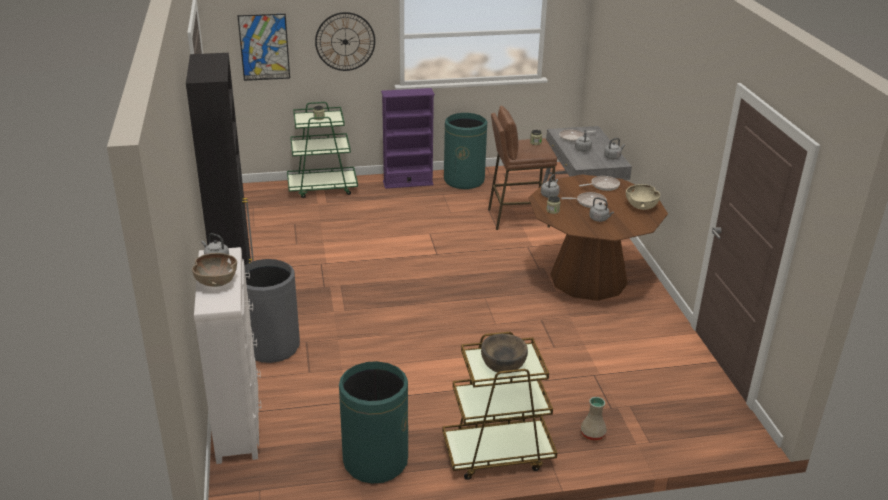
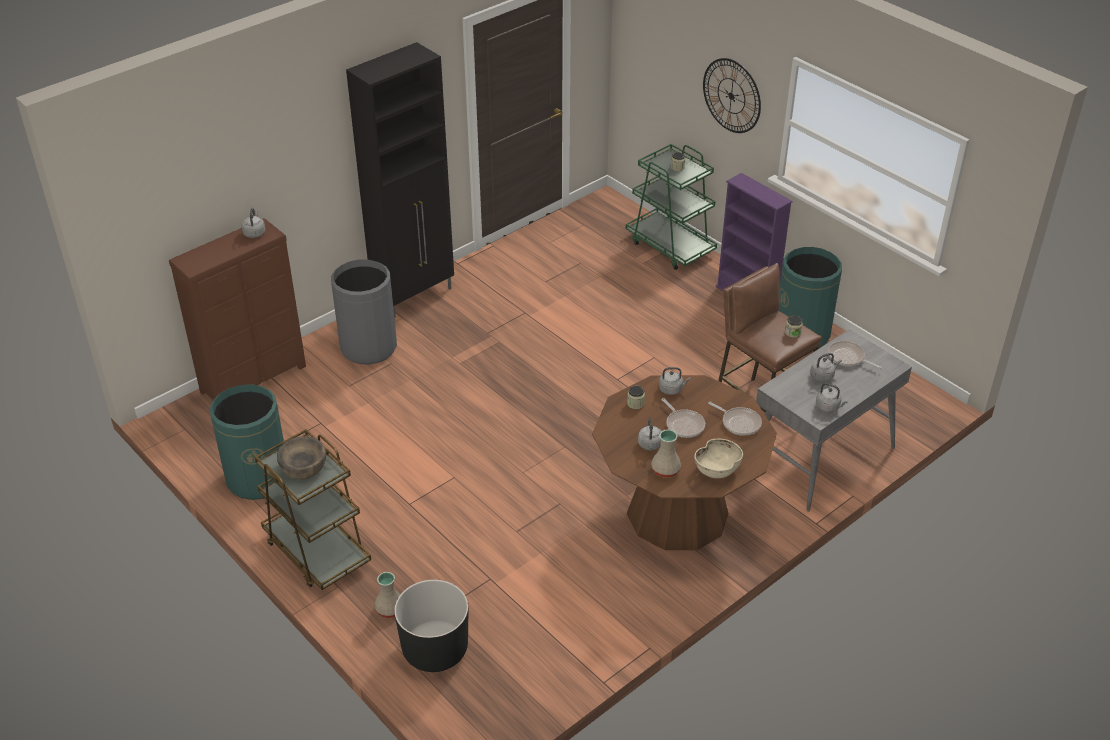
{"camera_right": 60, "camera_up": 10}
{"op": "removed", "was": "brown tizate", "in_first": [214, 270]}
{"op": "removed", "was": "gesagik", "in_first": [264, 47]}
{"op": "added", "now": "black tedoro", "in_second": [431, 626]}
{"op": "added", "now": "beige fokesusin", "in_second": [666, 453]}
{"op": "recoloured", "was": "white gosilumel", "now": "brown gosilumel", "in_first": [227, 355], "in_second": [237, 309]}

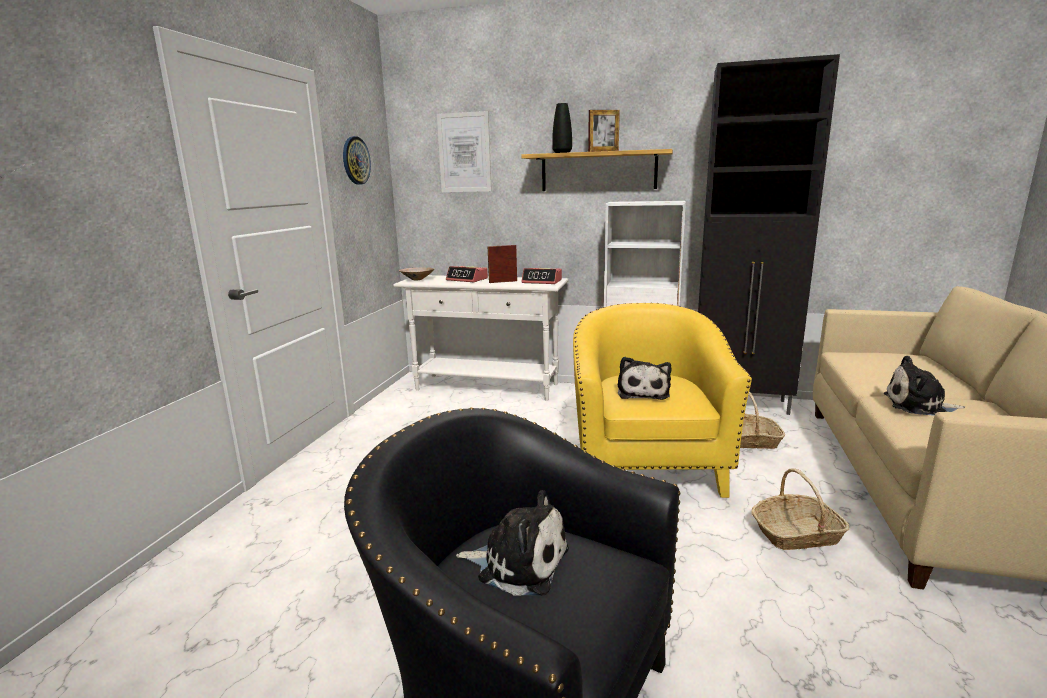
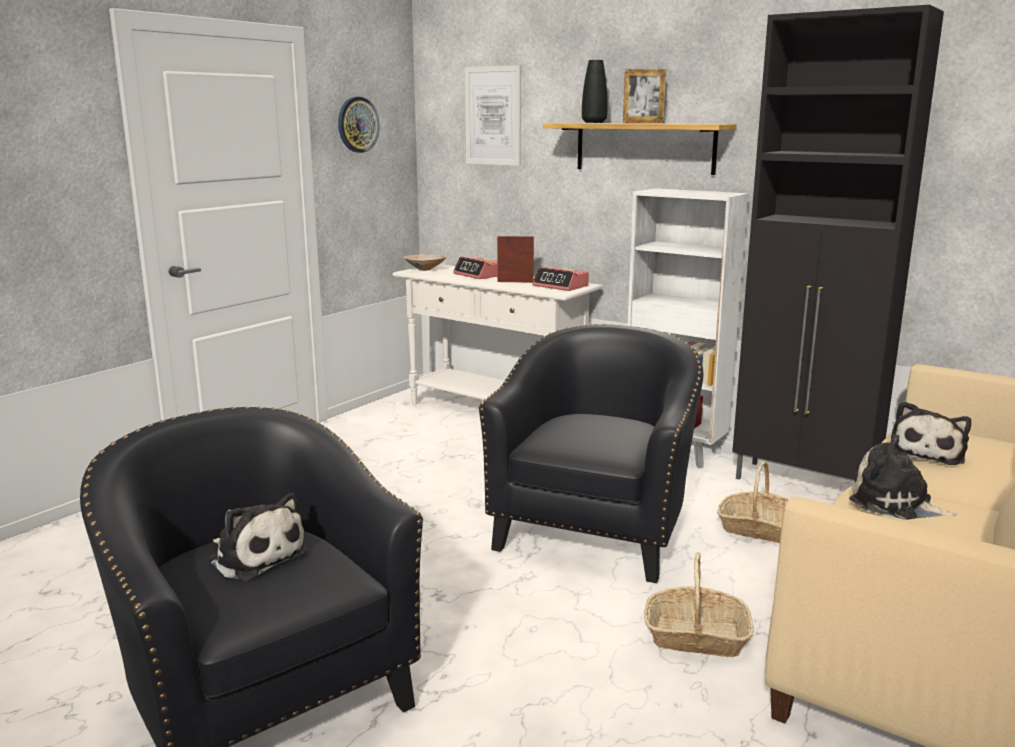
{"camera_right": 20, "camera_up": 0}
{"op": "moved", "was": "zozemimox", "in_first": [644, 378], "in_second": [931, 433]}
{"op": "recoloured", "was": "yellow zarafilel", "now": "black zarafilel", "in_first": [662, 400], "in_second": [591, 453]}

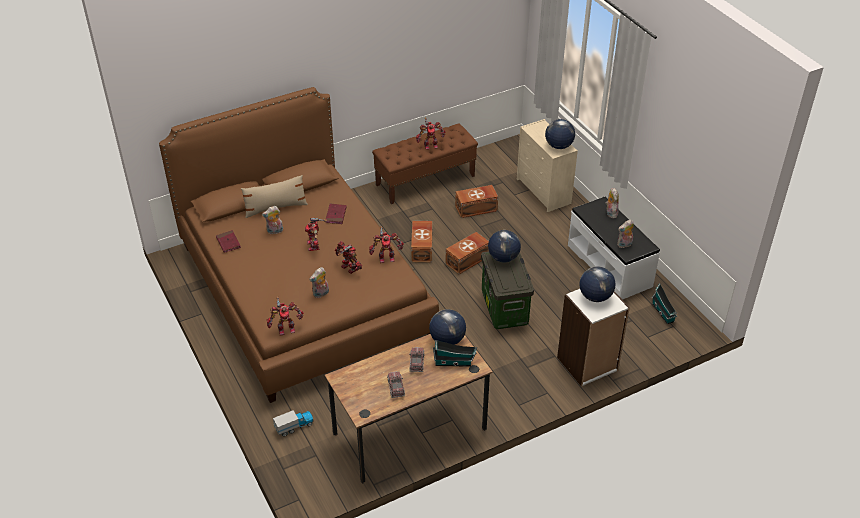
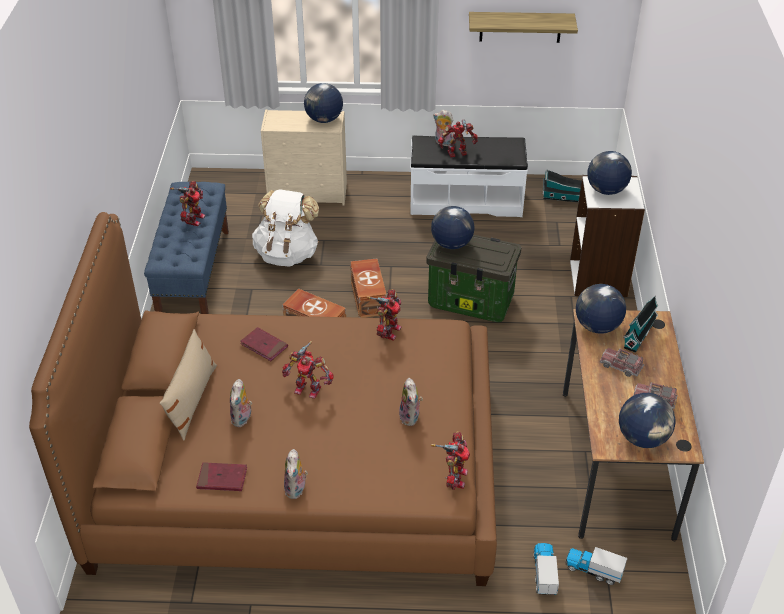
{"camera_right": -60, "camera_up": 0}
{"op": "added", "now": "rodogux", "in_second": [523, 27]}
{"op": "added", "now": "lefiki", "in_second": [596, 566]}
{"op": "added", "now": "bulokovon", "in_second": [647, 420]}
{"op": "moved", "was": "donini", "in_first": [348, 257], "in_second": [458, 138]}
{"op": "moved", "was": "zozemimox", "in_first": [625, 233], "in_second": [296, 474]}
{"op": "replaced", "was": "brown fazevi", "now": "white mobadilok", "in_first": [476, 201], "in_second": [285, 228]}
{"op": "recoloured", "was": "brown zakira", "now": "blue zakira", "in_first": [425, 163], "in_second": [186, 248]}

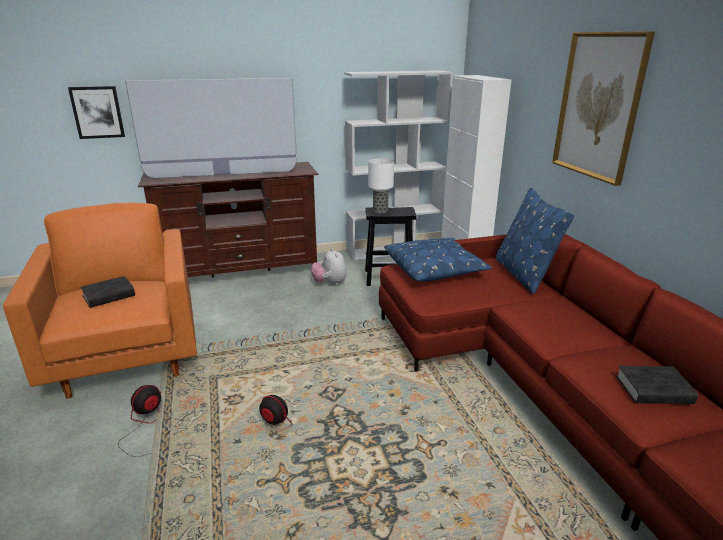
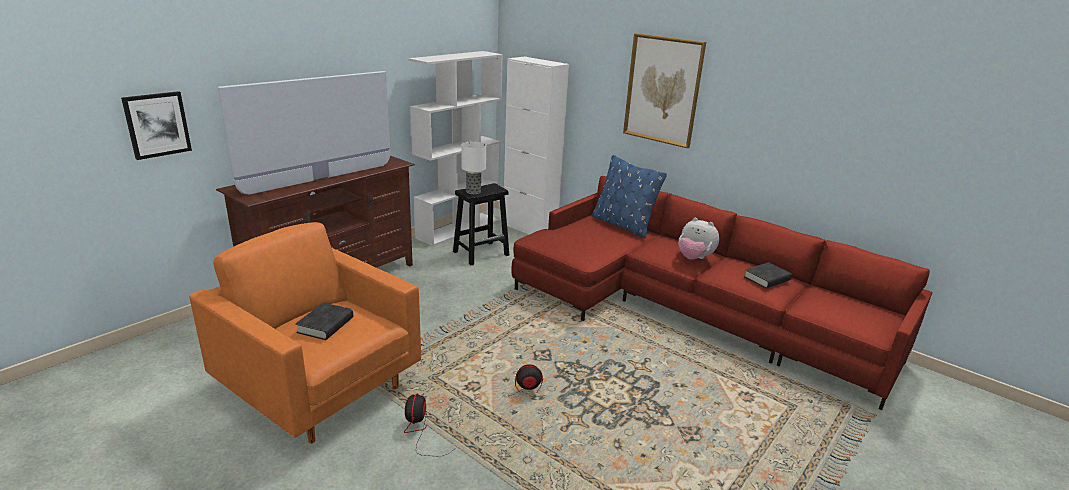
{"camera_right": -35, "camera_up": 0}
{"op": "removed", "was": "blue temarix", "in_first": [438, 260]}
{"op": "moved", "was": "zozemimox", "in_first": [329, 267], "in_second": [698, 239]}

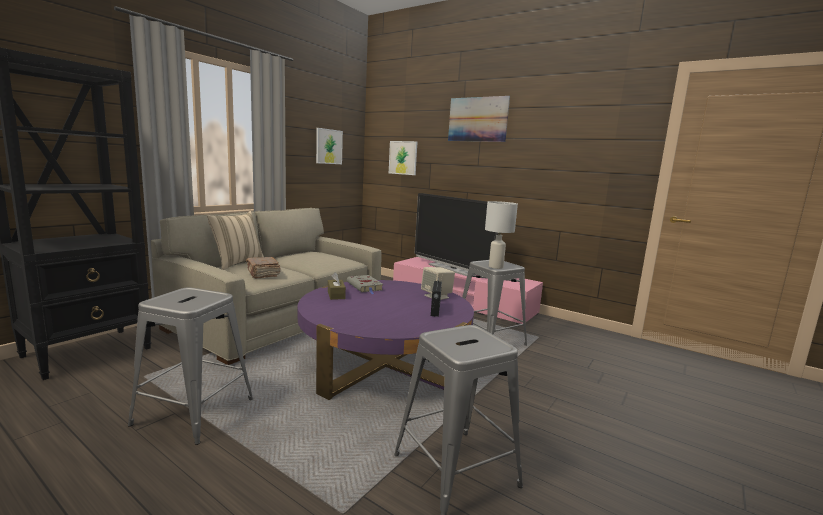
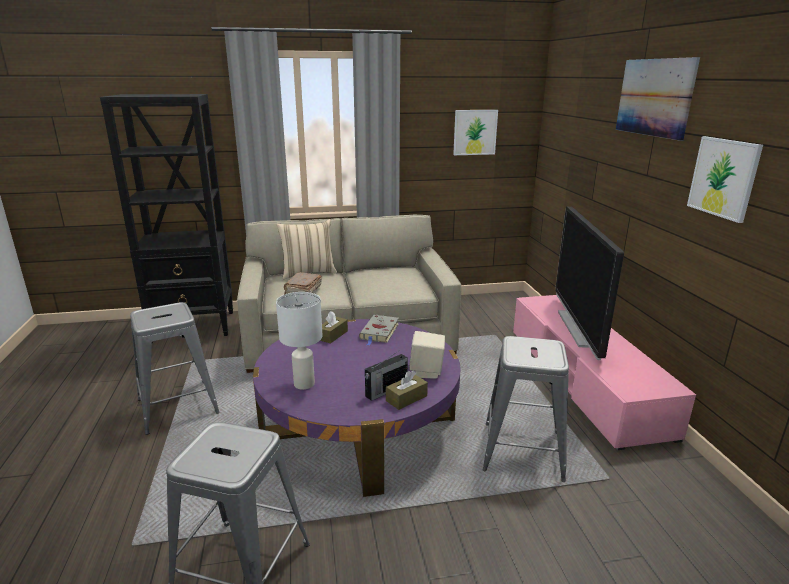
{"camera_right": 45, "camera_up": 10}
{"op": "added", "now": "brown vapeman", "in_second": [407, 390]}
{"op": "moved", "was": "gesagik", "in_first": [403, 158], "in_second": [725, 179]}
{"op": "moved", "was": "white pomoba", "in_first": [501, 235], "in_second": [299, 341]}

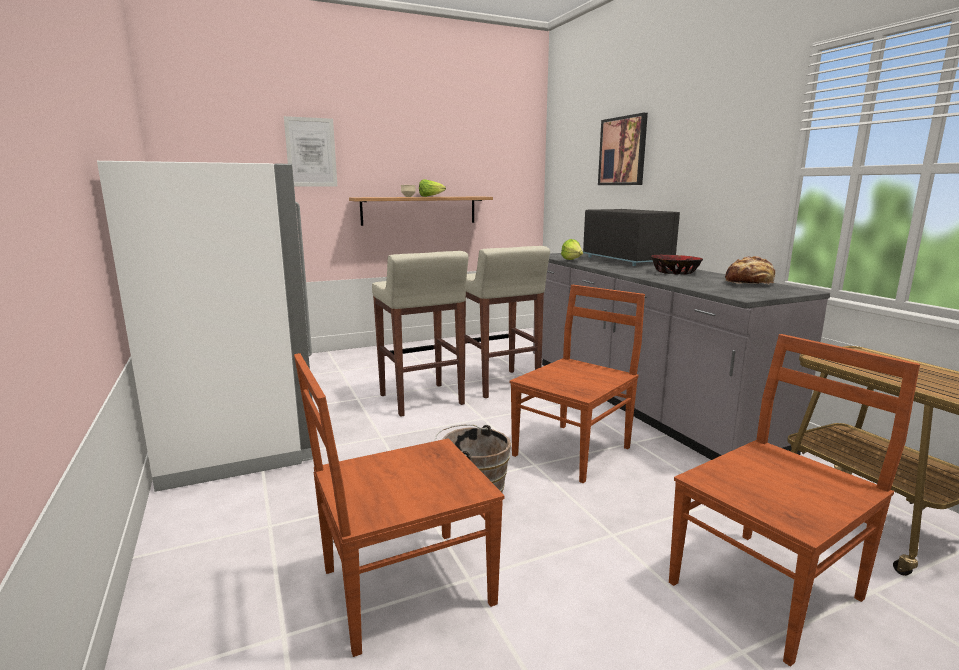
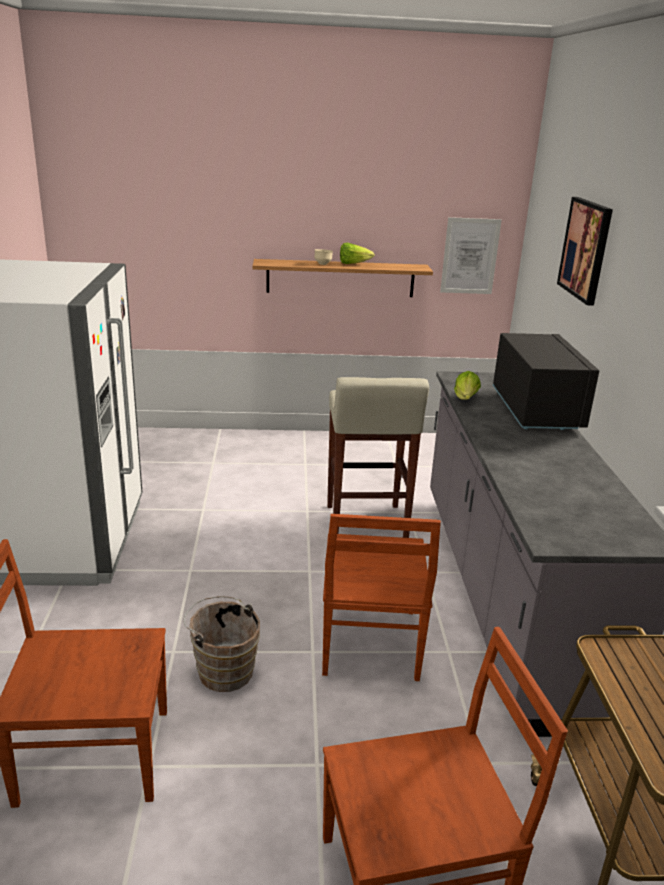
{"camera_right": 20, "camera_up": 10}
{"op": "removed", "was": "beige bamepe", "in_first": [420, 334]}
{"op": "removed", "was": "tizate", "in_first": [677, 265]}
{"op": "removed", "was": "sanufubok", "in_first": [750, 270]}
{"op": "moved", "was": "gesagik", "in_first": [310, 151], "in_second": [471, 255]}
{"op": "turned", "was": "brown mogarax", "in_first": [577, 384], "in_second": [381, 597], "clockwise": 120}

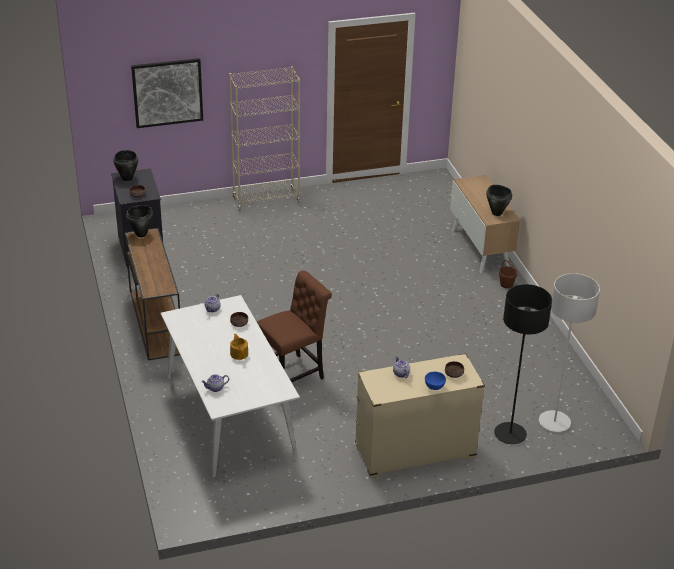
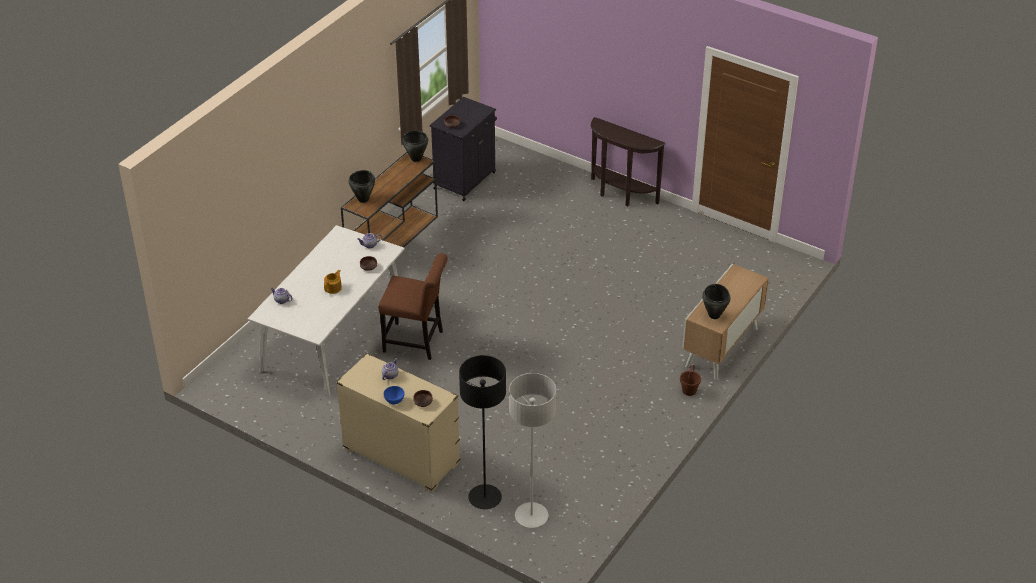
{"camera_right": 50, "camera_up": 5}
{"op": "removed", "was": "gesagik", "in_first": [167, 93]}
{"op": "moved", "was": "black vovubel", "in_first": [125, 165], "in_second": [362, 186]}
{"op": "replaced", "was": "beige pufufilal", "now": "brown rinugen", "in_first": [264, 138], "in_second": [628, 161]}

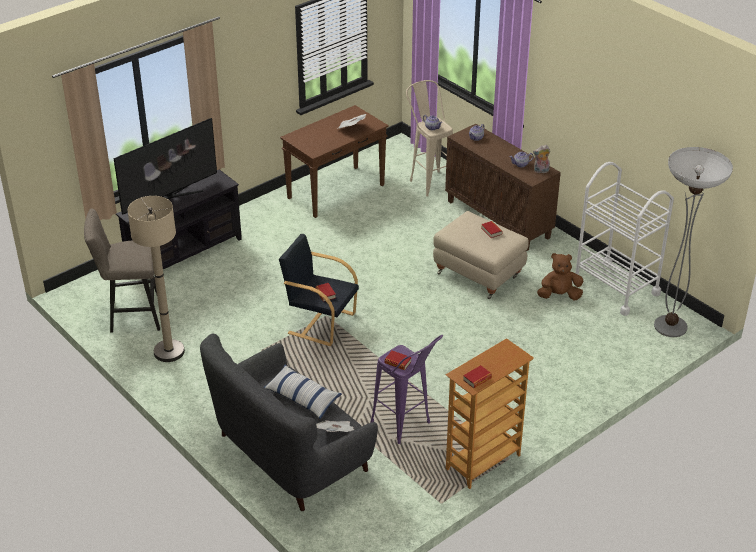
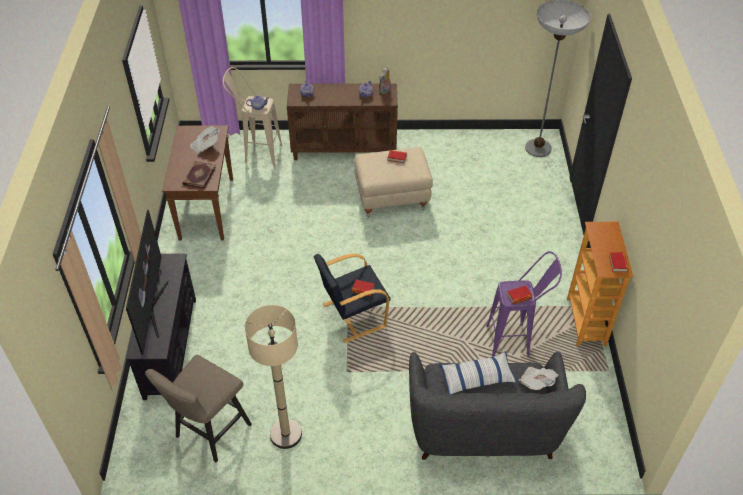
{"camera_right": -50, "camera_up": 10}
{"op": "removed", "was": "brown zozemimox", "in_first": [560, 276]}
{"op": "removed", "was": "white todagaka", "in_first": [623, 239]}
{"op": "added", "now": "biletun", "in_second": [199, 175]}

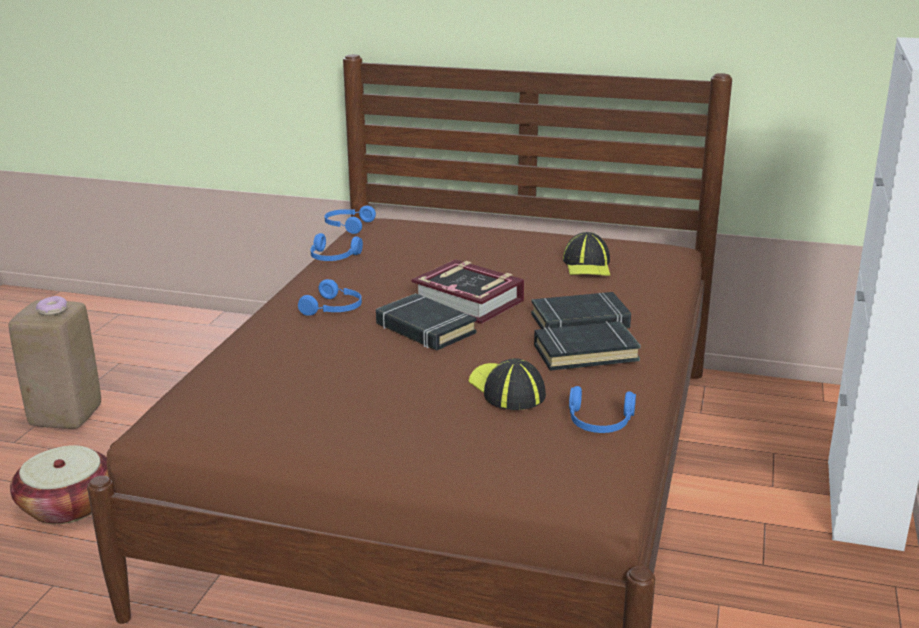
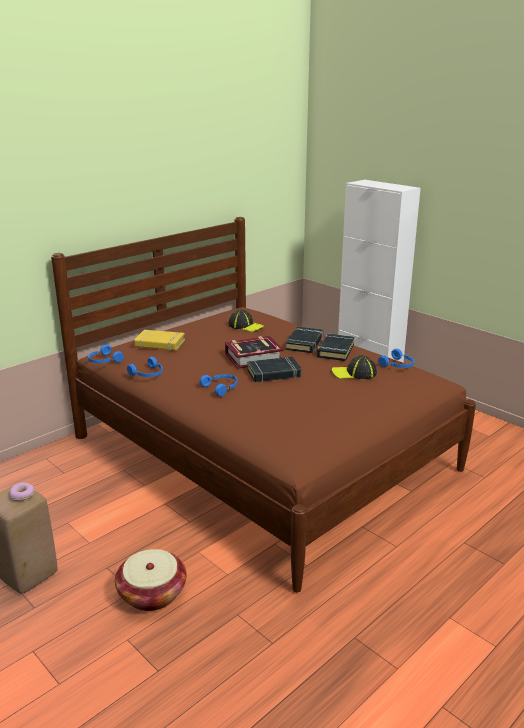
{"camera_right": -60, "camera_up": 0}
{"op": "added", "now": "yellow biletun", "in_second": [159, 340]}

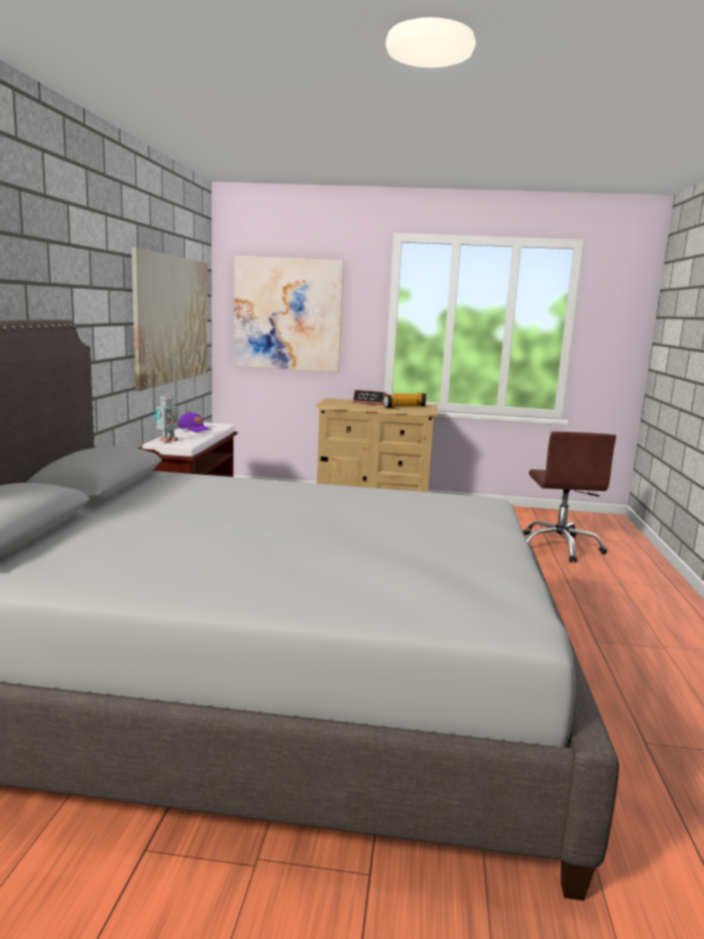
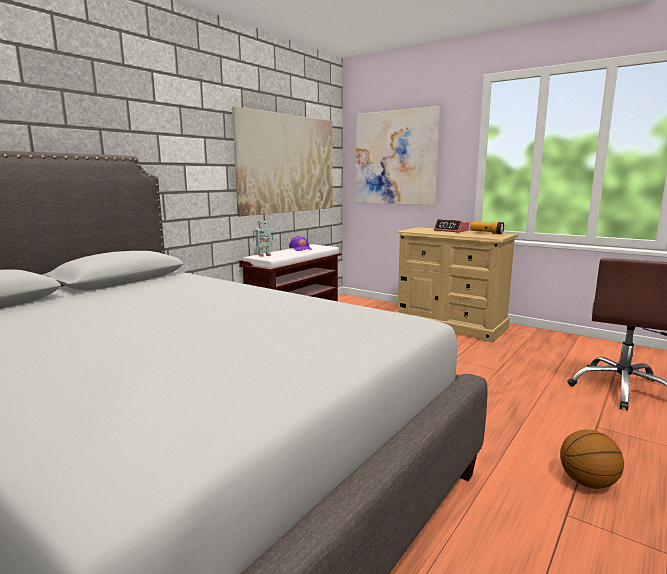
{"camera_right": 30, "camera_up": 0}
{"op": "removed", "was": "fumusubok", "in_first": [400, 401]}
{"op": "added", "now": "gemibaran", "in_second": [592, 459]}

